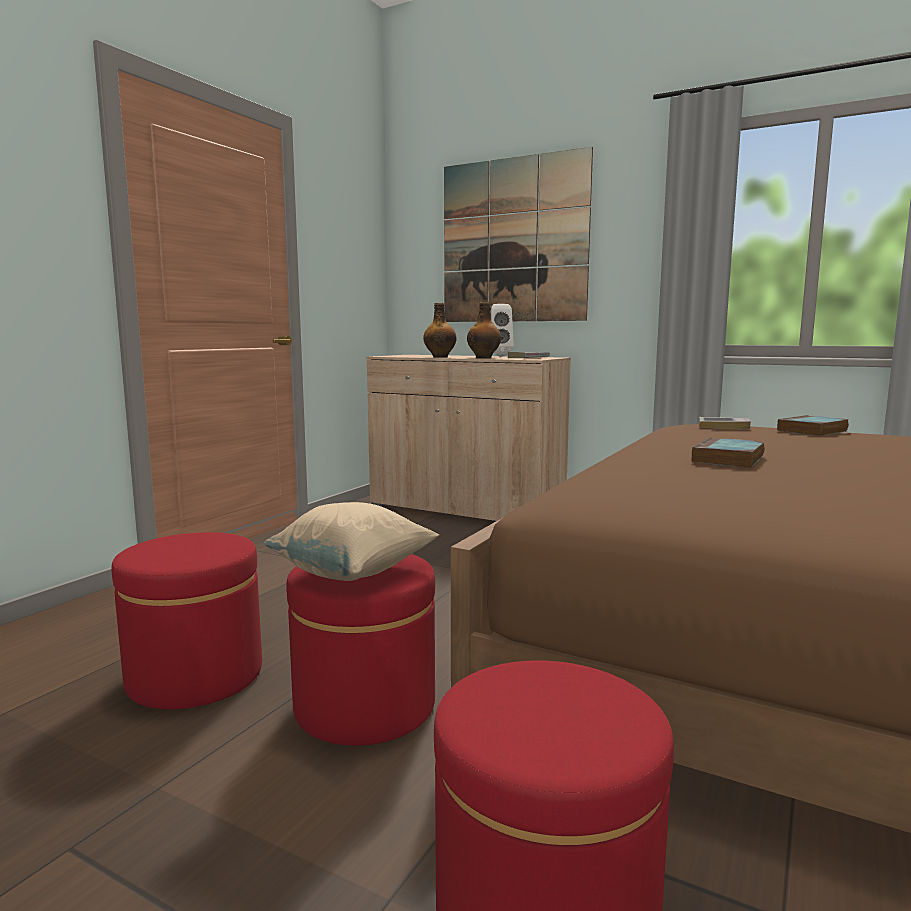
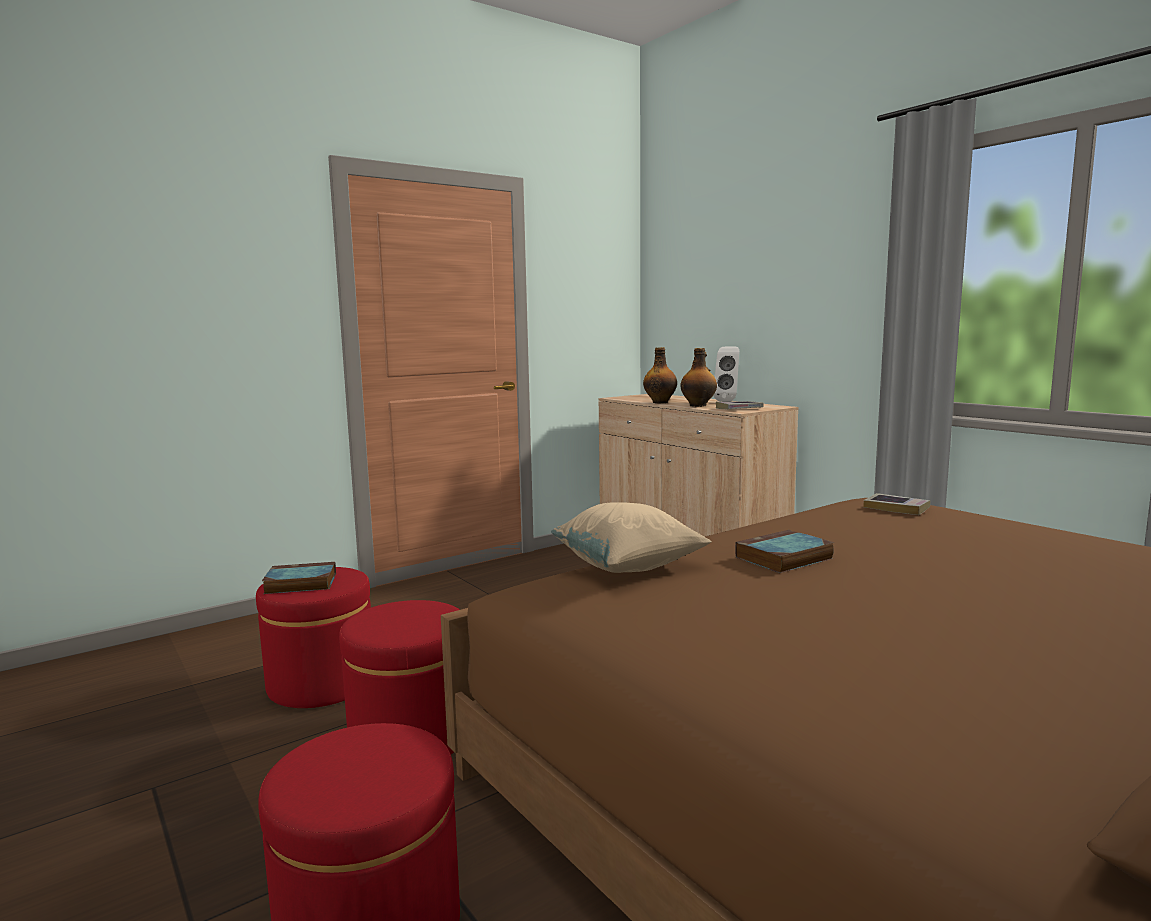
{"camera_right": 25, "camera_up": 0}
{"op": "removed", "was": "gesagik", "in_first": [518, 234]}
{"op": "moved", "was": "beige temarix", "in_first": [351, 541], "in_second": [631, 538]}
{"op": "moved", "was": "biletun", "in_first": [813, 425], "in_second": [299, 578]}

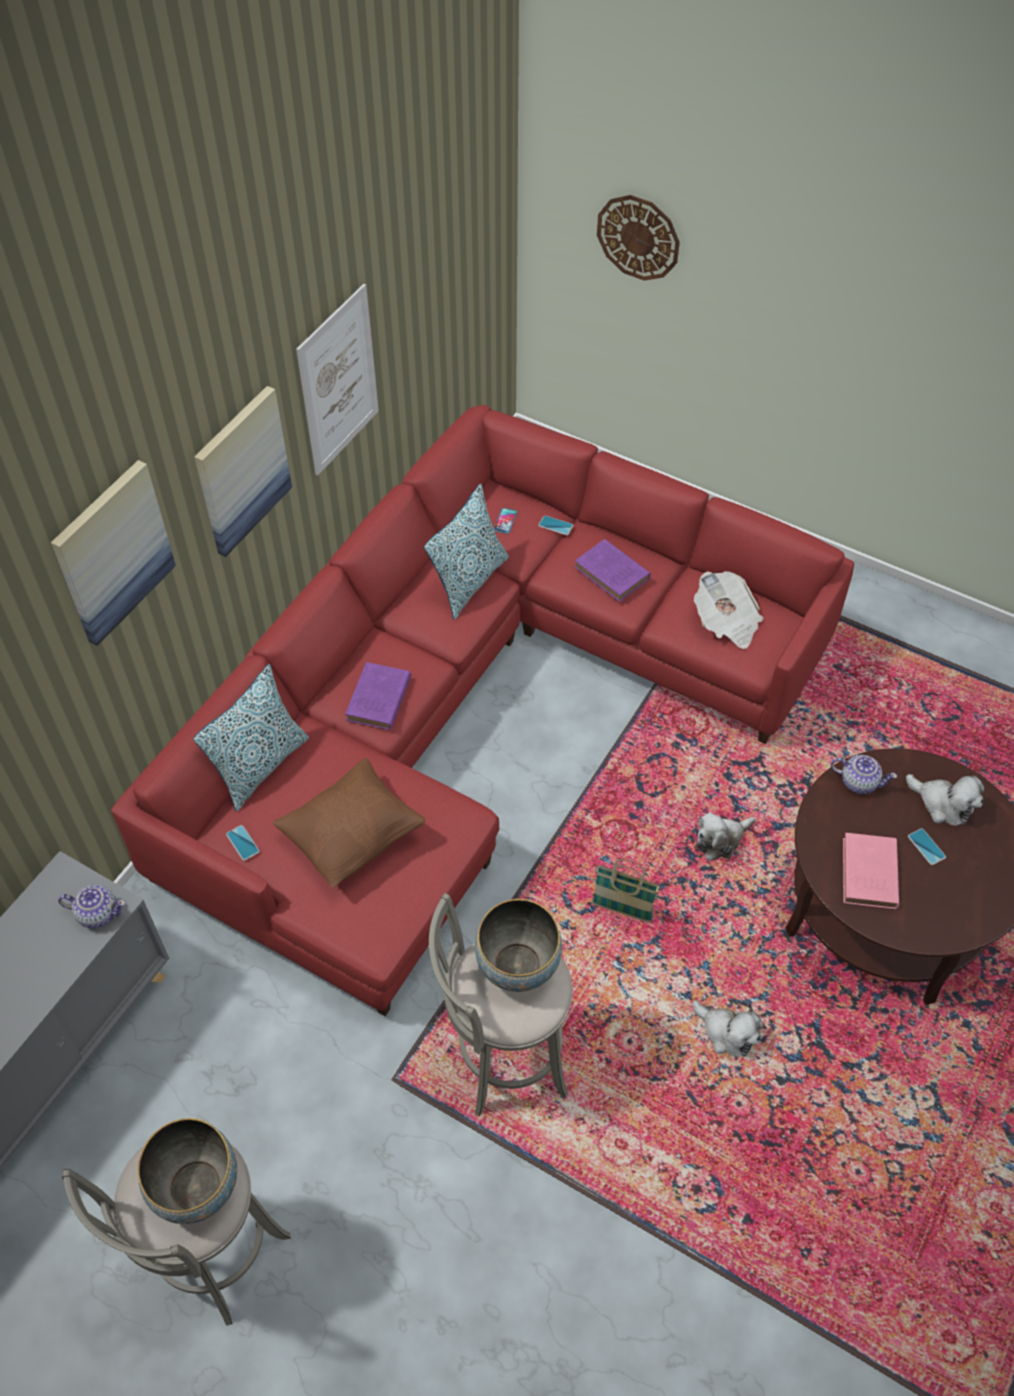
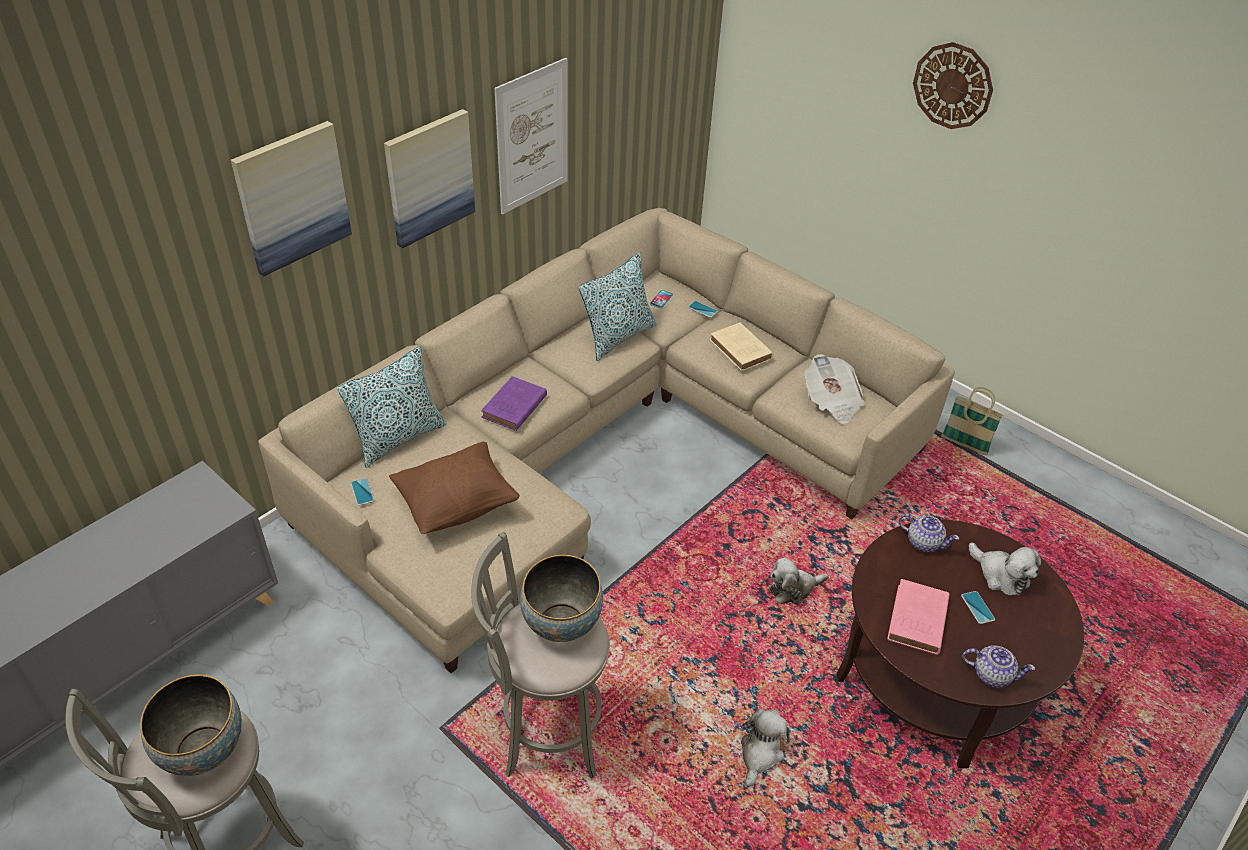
{"camera_right": 10, "camera_up": -10}
{"op": "moved", "was": "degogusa", "in_first": [91, 906], "in_second": [999, 666]}
{"op": "moved", "was": "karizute", "in_first": [625, 891], "in_second": [972, 421]}
{"op": "moved", "was": "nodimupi", "in_first": [638, 238], "in_second": [953, 85]}
{"op": "recoloured", "was": "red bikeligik", "now": "beige bikeligik", "in_first": [482, 710], "in_second": [606, 440]}
{"op": "recoloured", "was": "purple biletun", "now": "beige biletun", "in_first": [613, 570], "in_second": [741, 347]}
{"op": "turned", "was": "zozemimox", "in_first": [727, 1028], "in_second": [764, 748], "clockwise": -120}

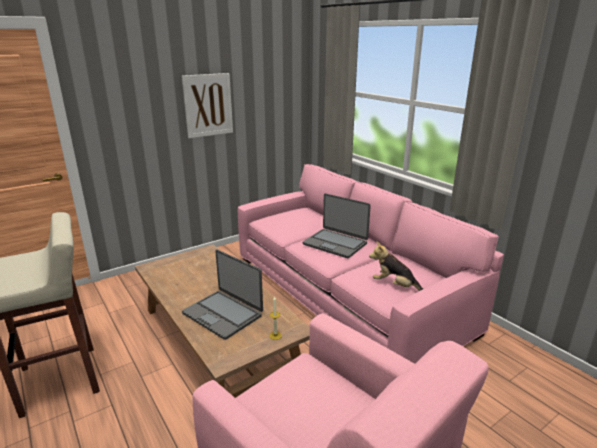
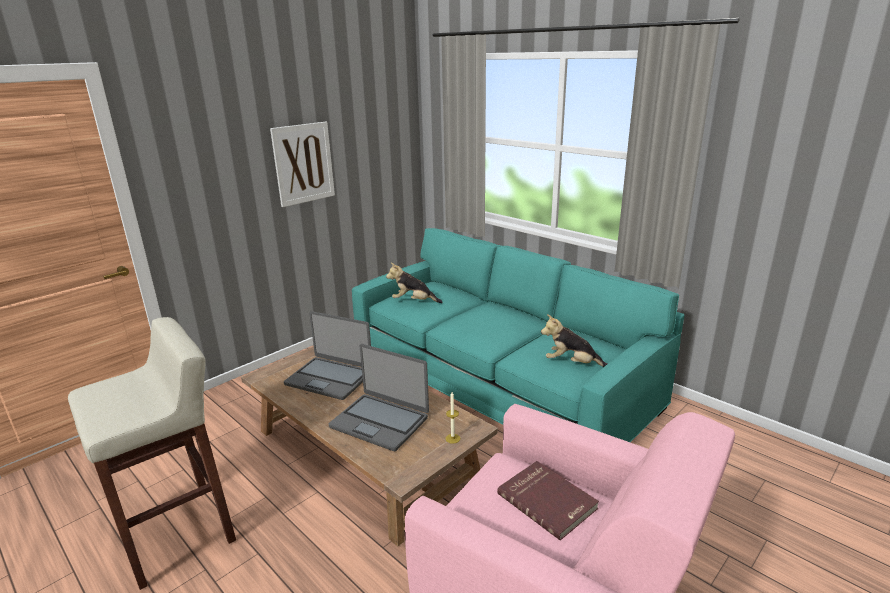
{"camera_right": -10, "camera_up": 0}
{"op": "added", "now": "zozemimox", "in_second": [414, 283]}
{"op": "added", "now": "red biletun", "in_second": [548, 500]}
{"op": "moved", "was": "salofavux", "in_first": [337, 225], "in_second": [327, 355]}
{"op": "recoloured", "was": "pink bikeligik", "now": "turquoise bikeligik", "in_first": [371, 264], "in_second": [518, 335]}

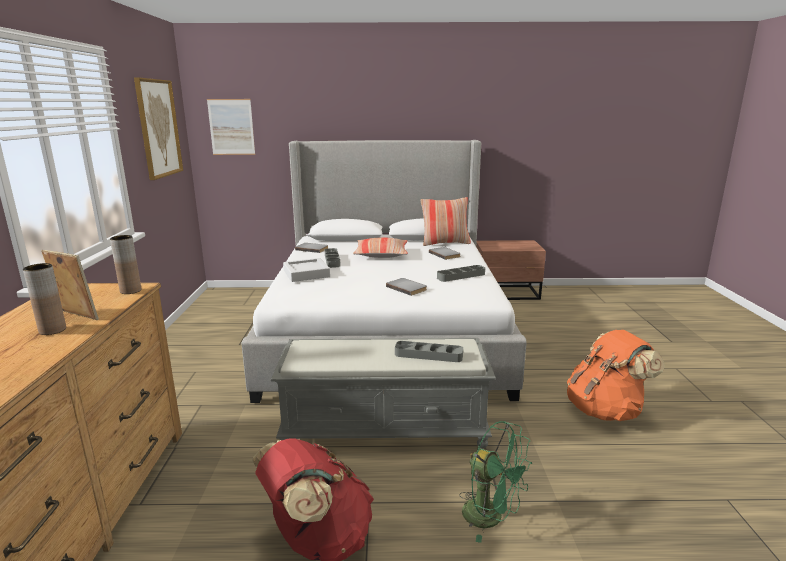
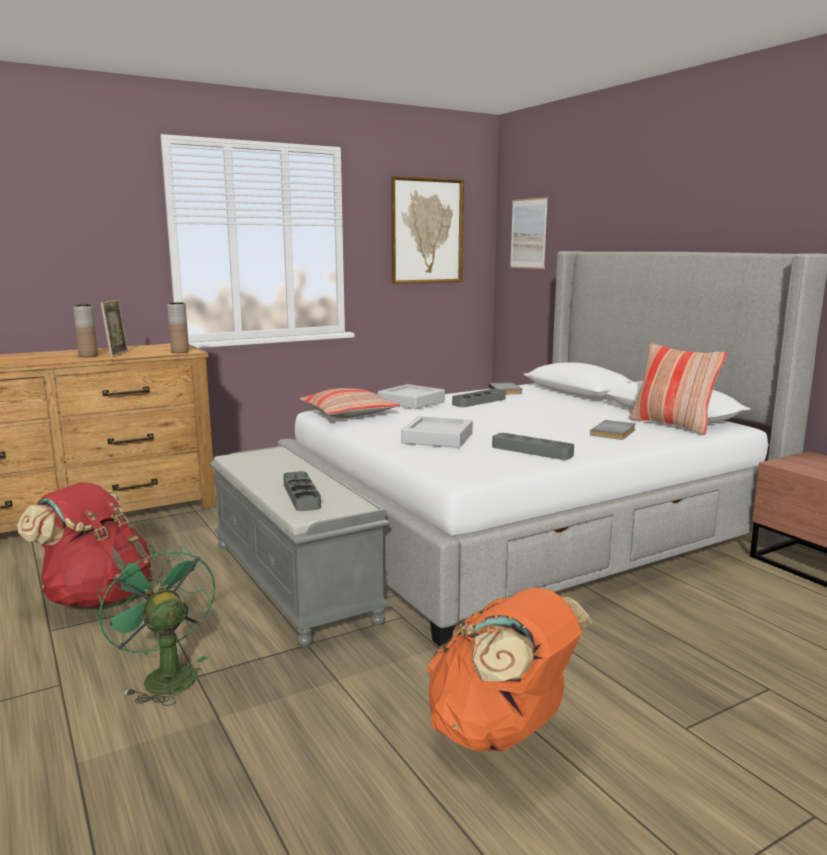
{"camera_right": 60, "camera_up": -5}
{"op": "moved", "was": "temarix", "in_first": [380, 247], "in_second": [349, 403]}
{"op": "replaced", "was": "grey biletun", "now": "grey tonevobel", "in_first": [406, 287], "in_second": [437, 432]}
{"op": "turned", "was": "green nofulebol", "in_first": [495, 482], "in_second": [155, 625], "clockwise": 135}

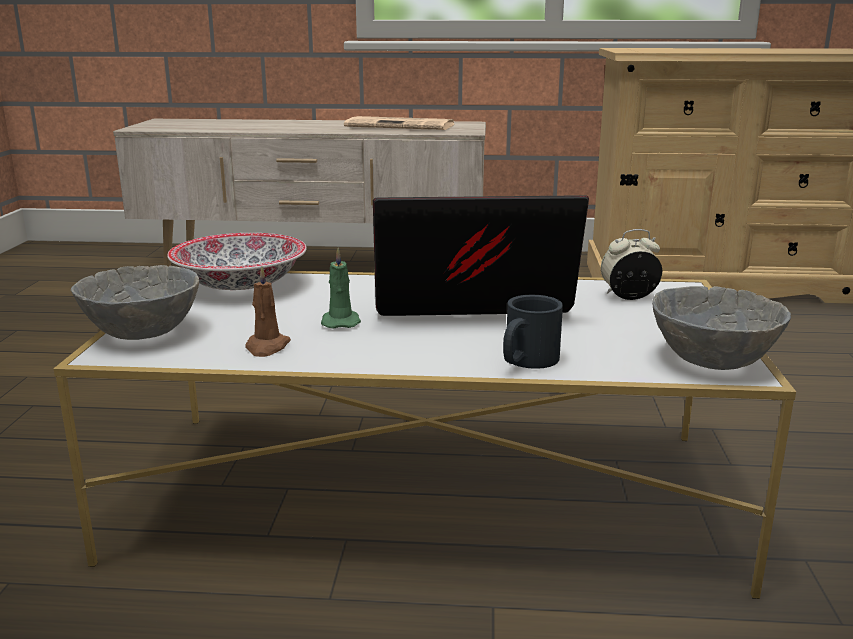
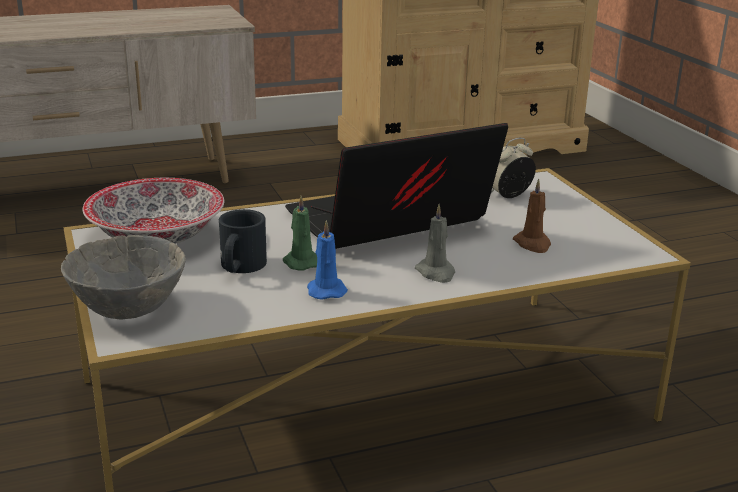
{"camera_right": -25, "camera_up": 5}
{"op": "removed", "was": "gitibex", "in_first": [399, 123]}
{"op": "removed", "was": "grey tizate", "in_first": [721, 328]}
{"op": "added", "now": "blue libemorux", "in_second": [327, 260]}
{"op": "added", "now": "grey libemorux", "in_second": [435, 243]}
{"op": "moved", "was": "brown libemorux", "in_first": [268, 311], "in_second": [532, 216]}
{"op": "moved", "was": "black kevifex", "in_first": [533, 332], "in_second": [243, 241]}

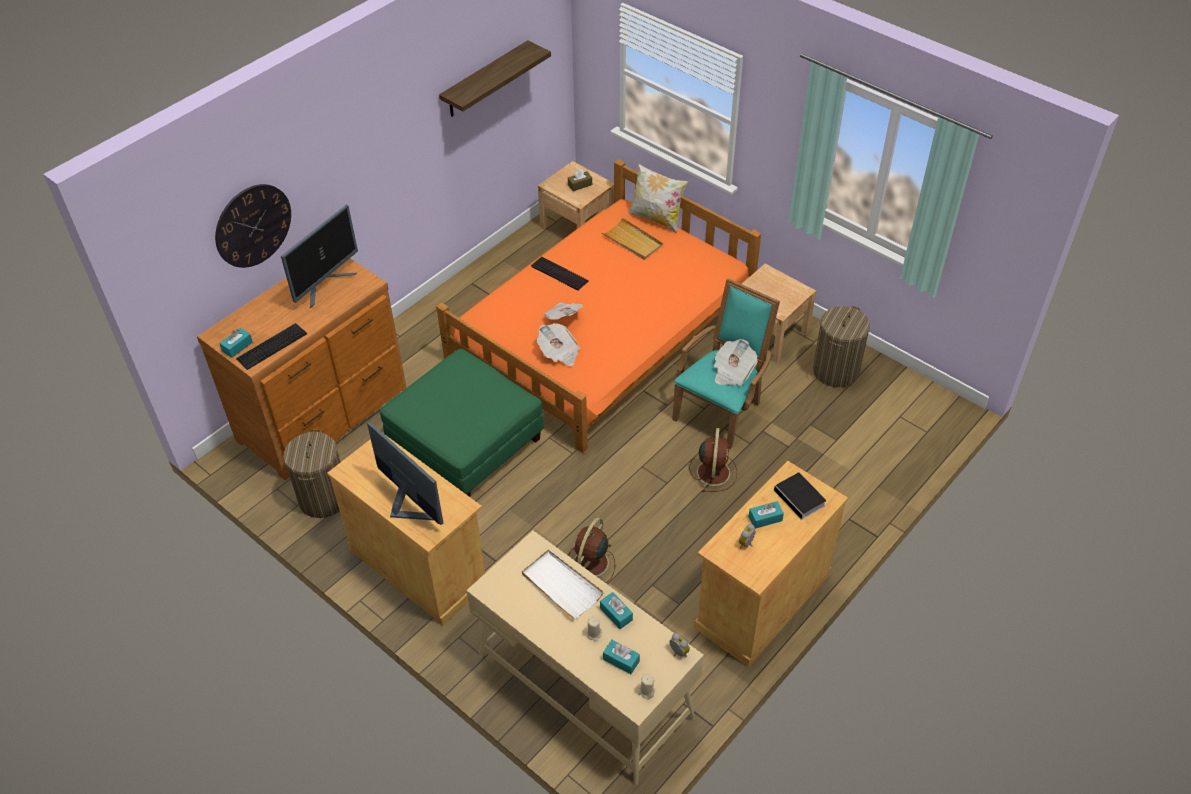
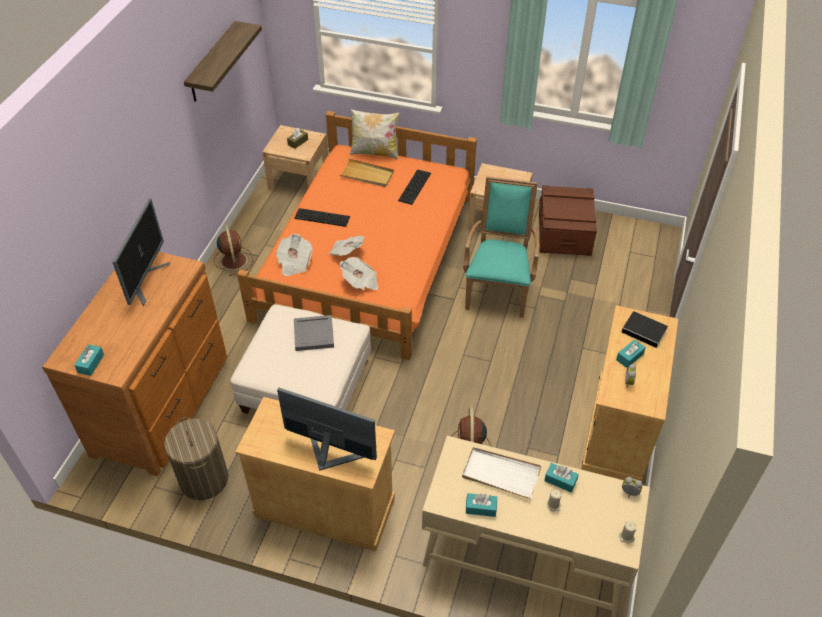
{"camera_right": -25, "camera_up": 0}
{"op": "removed", "was": "nodimupi", "in_first": [253, 226]}
{"op": "added", "now": "grey tonevobel", "in_second": [314, 333]}
{"op": "moved", "was": "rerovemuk", "in_first": [271, 346], "in_second": [414, 187]}
{"op": "moved", "was": "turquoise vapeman", "in_first": [621, 657], "in_second": [481, 505]}
{"op": "moved", "was": "brown nofulebol", "in_first": [713, 460], "in_second": [233, 249]}
{"op": "moved", "was": "gitibex", "in_first": [735, 362], "in_second": [294, 255]}
{"op": "replaced", "was": "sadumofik", "now": "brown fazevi", "in_first": [841, 346], "in_second": [568, 220]}
{"op": "recoloured", "was": "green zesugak", "now": "white zesugak", "in_first": [462, 423], "in_second": [300, 359]}

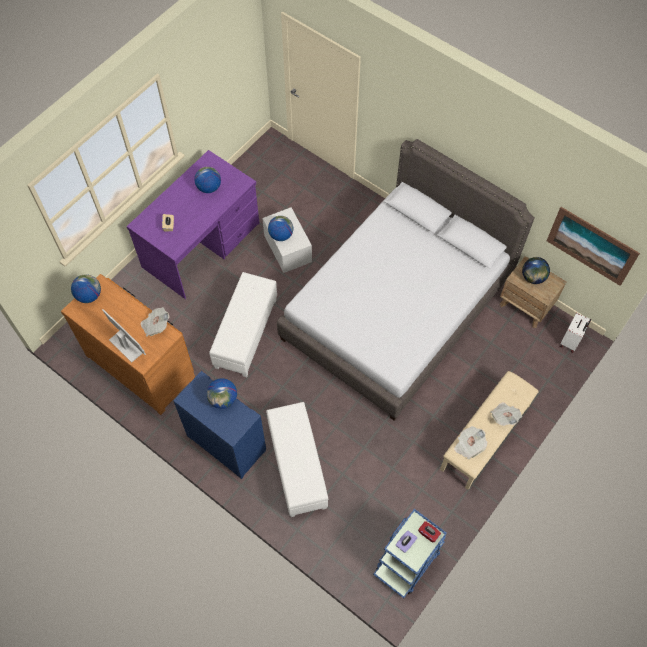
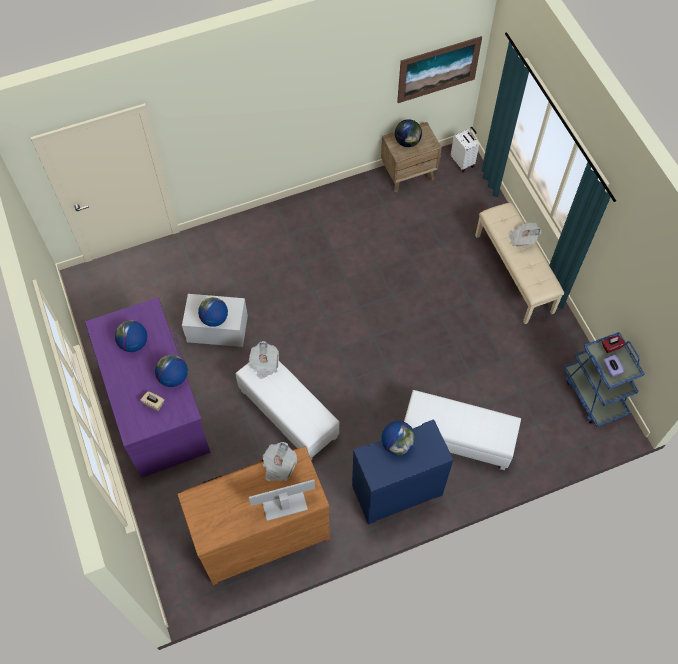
{"camera_right": -60, "camera_up": 0}
{"op": "removed", "was": "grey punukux", "in_first": [406, 280]}
{"op": "moved", "was": "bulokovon", "in_first": [86, 288], "in_second": [171, 371]}
{"op": "moved", "was": "gitibex", "in_first": [470, 443], "in_second": [264, 360]}

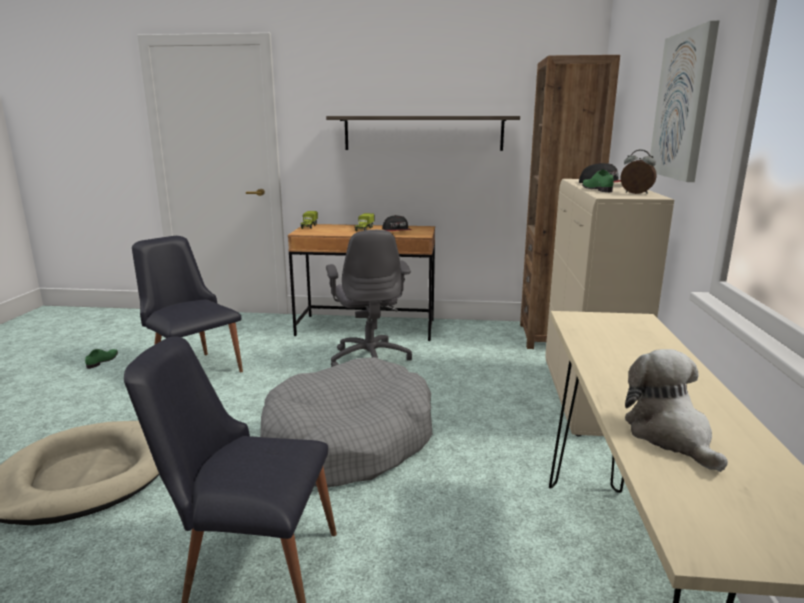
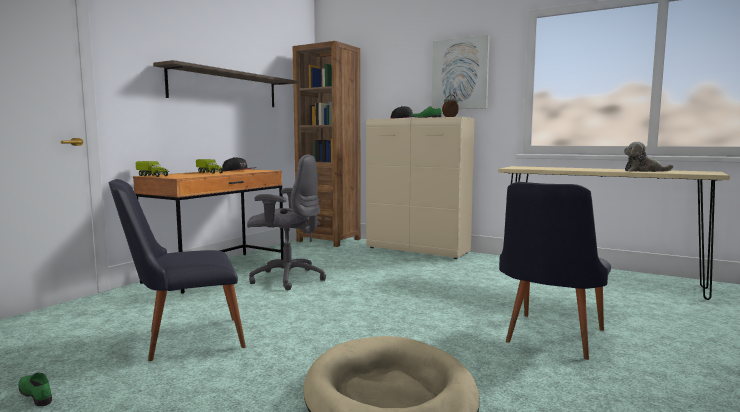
{"camera_right": -65, "camera_up": -10}
{"op": "removed", "was": "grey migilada", "in_first": [346, 422]}

